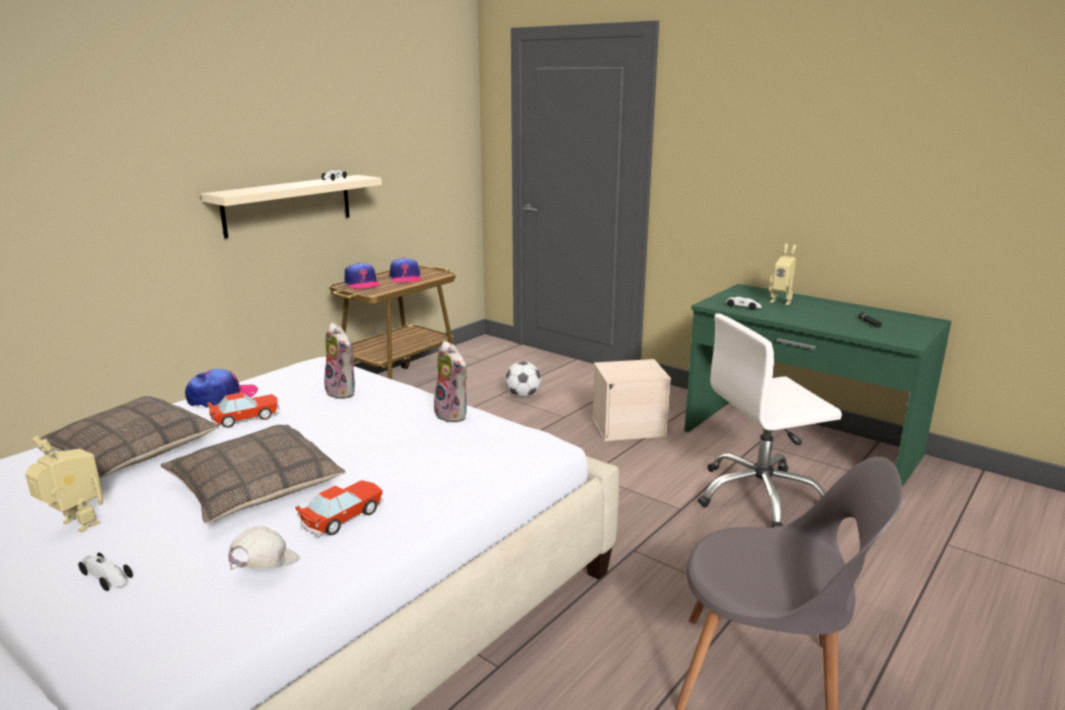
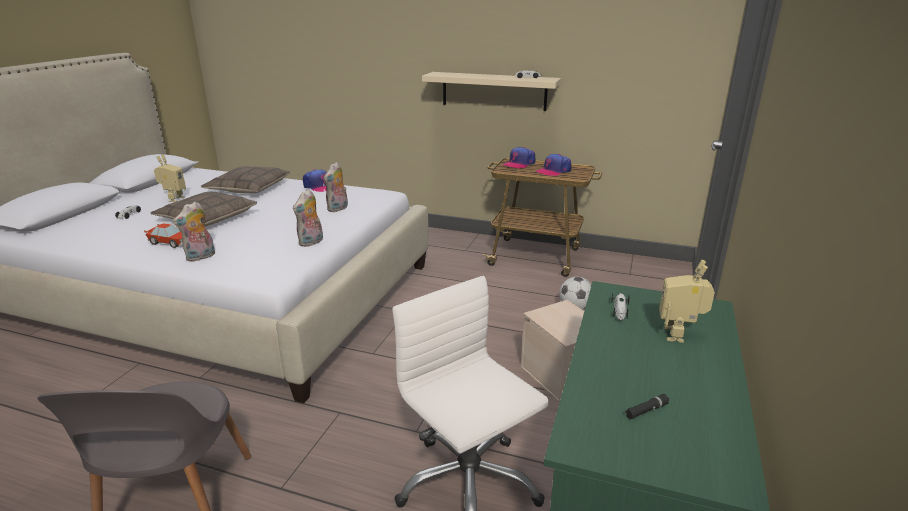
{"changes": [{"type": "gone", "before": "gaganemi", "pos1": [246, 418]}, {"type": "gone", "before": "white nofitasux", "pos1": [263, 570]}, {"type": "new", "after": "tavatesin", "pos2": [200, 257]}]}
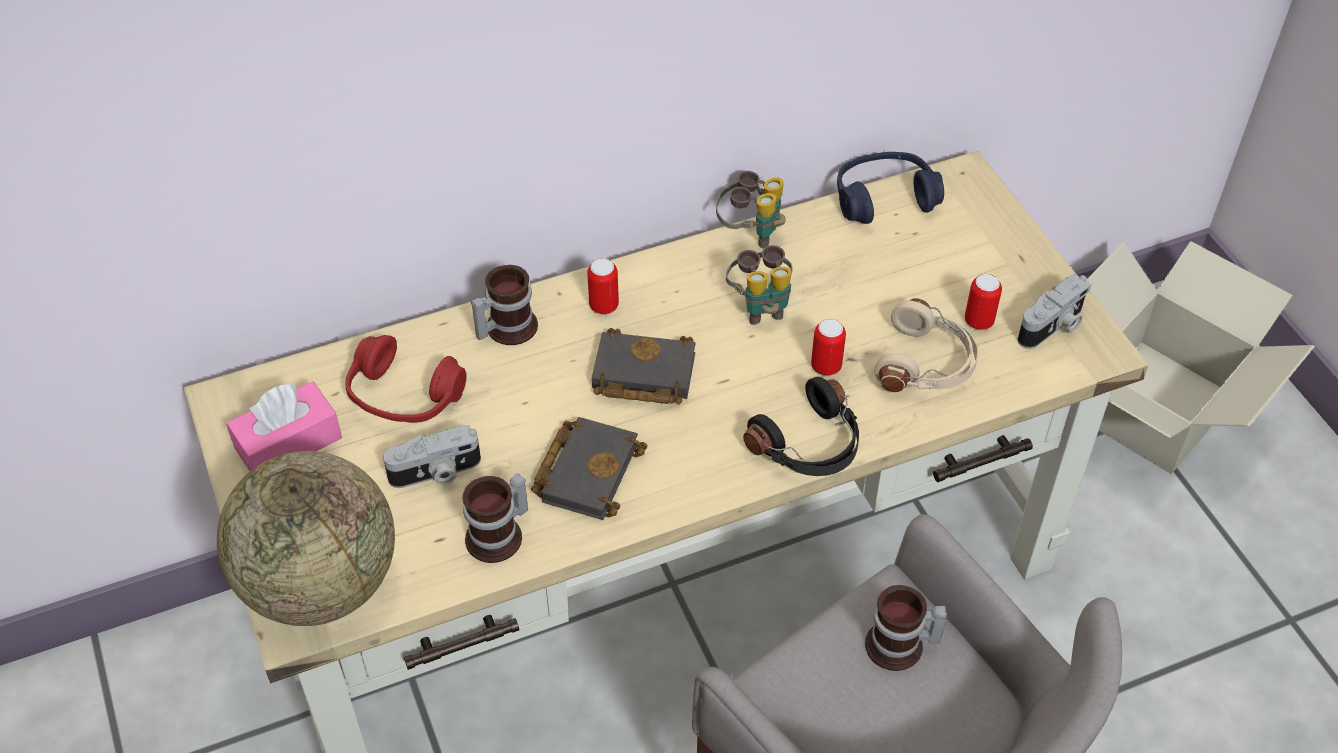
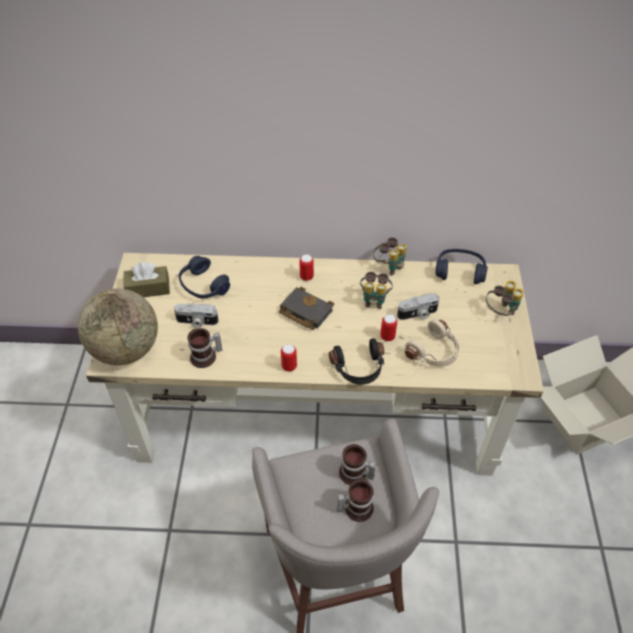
{"changes": [{"type": "repainted", "before": "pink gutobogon", "after": "brown gutobogon", "pos1": [288, 443], "pos2": [148, 288]}, {"type": "repainted", "before": "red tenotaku", "after": "blue tenotaku", "pos1": [404, 396], "pos2": [203, 286]}, {"type": "shifted", "before": "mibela", "pos1": [506, 327], "pos2": [355, 507]}, {"type": "gone", "before": "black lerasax", "pos1": [587, 470]}, {"type": "shifted", "before": "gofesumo", "pos1": [978, 321], "pos2": [289, 366]}, {"type": "shifted", "before": "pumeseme", "pos1": [1053, 326], "pos2": [418, 314]}, {"type": "new", "after": "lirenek", "pos2": [500, 312]}]}
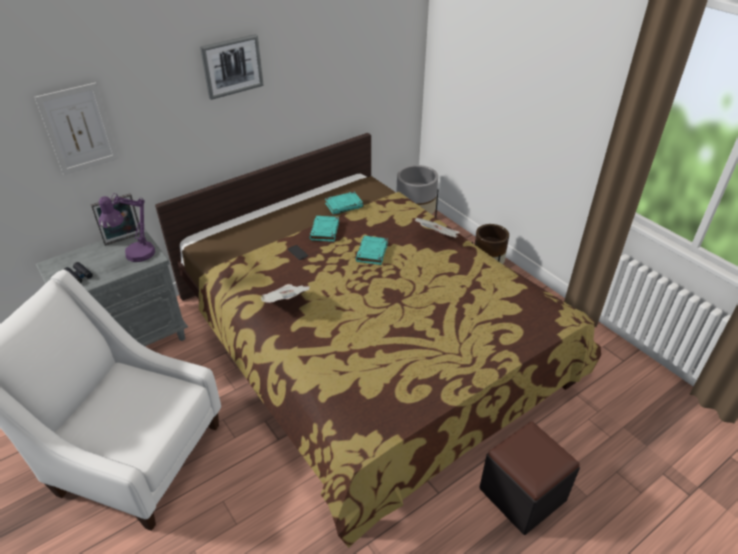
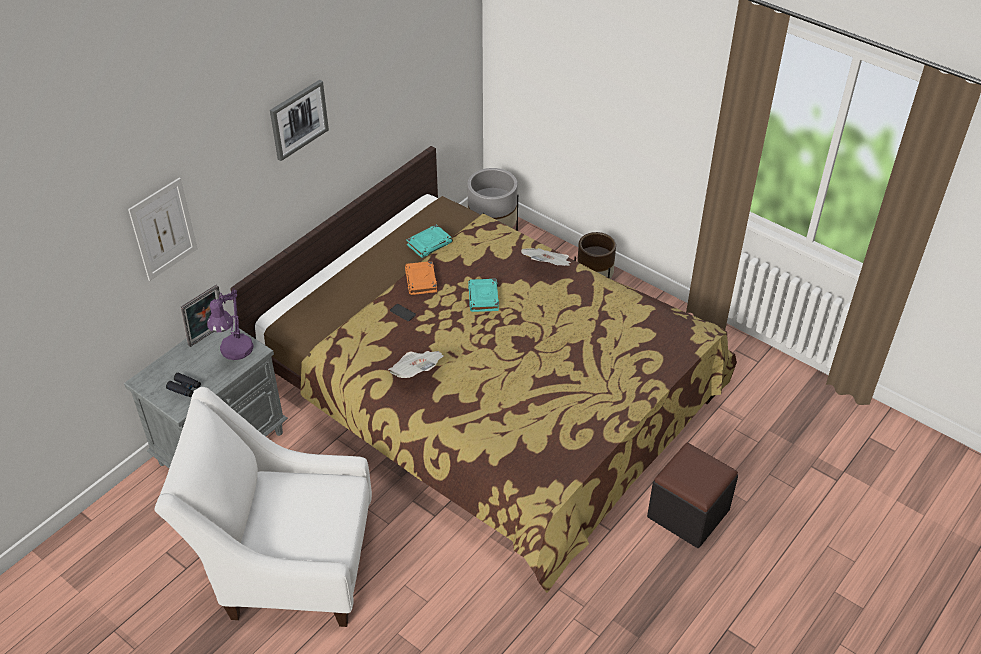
{"changes": [{"type": "repainted", "before": "turquoise lerasax", "after": "orange lerasax", "pos1": [325, 231], "pos2": [421, 281]}]}
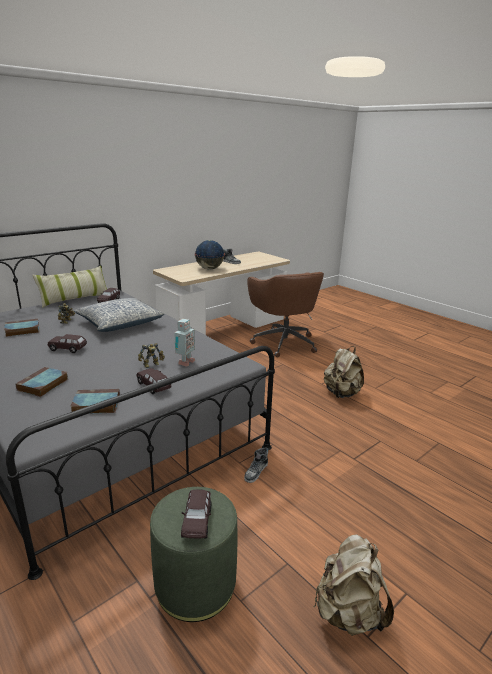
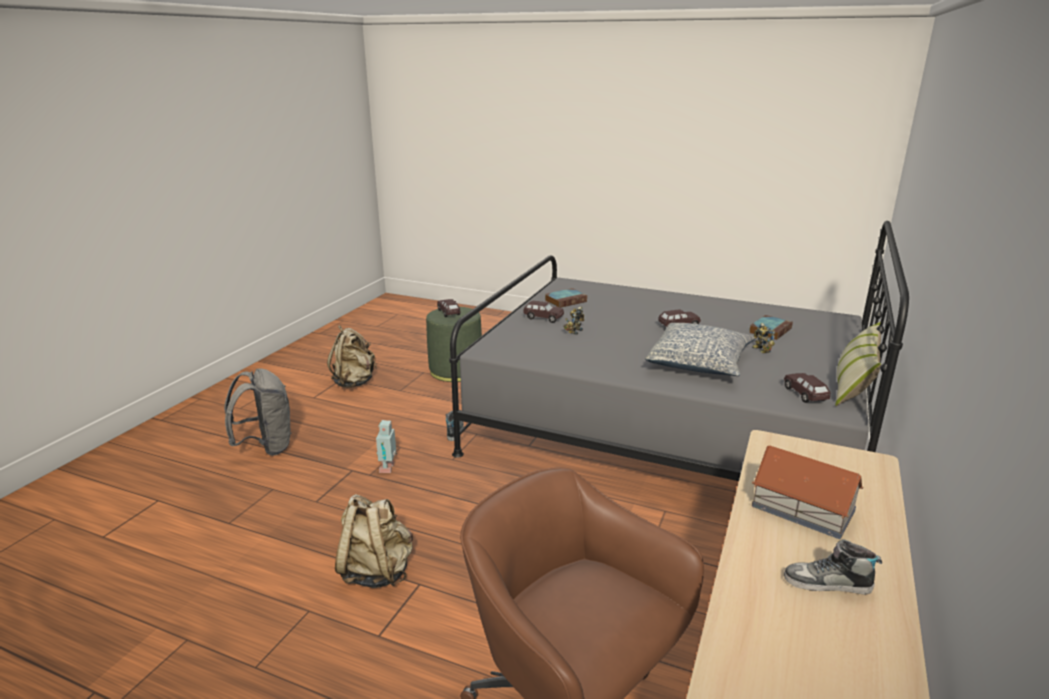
{"changes": [{"type": "gone", "before": "lerasax", "pos1": [42, 385]}, {"type": "shifted", "before": "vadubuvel", "pos1": [185, 362], "pos2": [388, 468]}, {"type": "swapped", "before": "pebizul", "after": "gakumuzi", "pos1": [209, 268], "pos2": [803, 509]}, {"type": "new", "after": "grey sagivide", "pos2": [266, 447]}]}
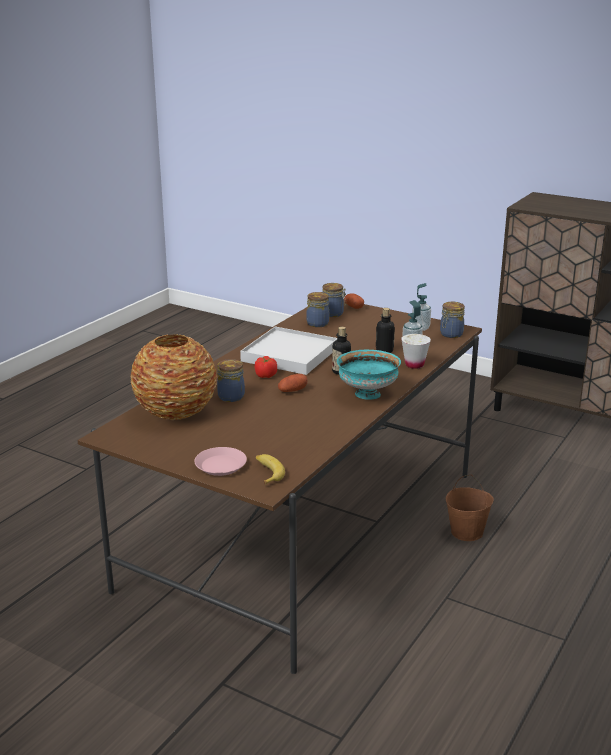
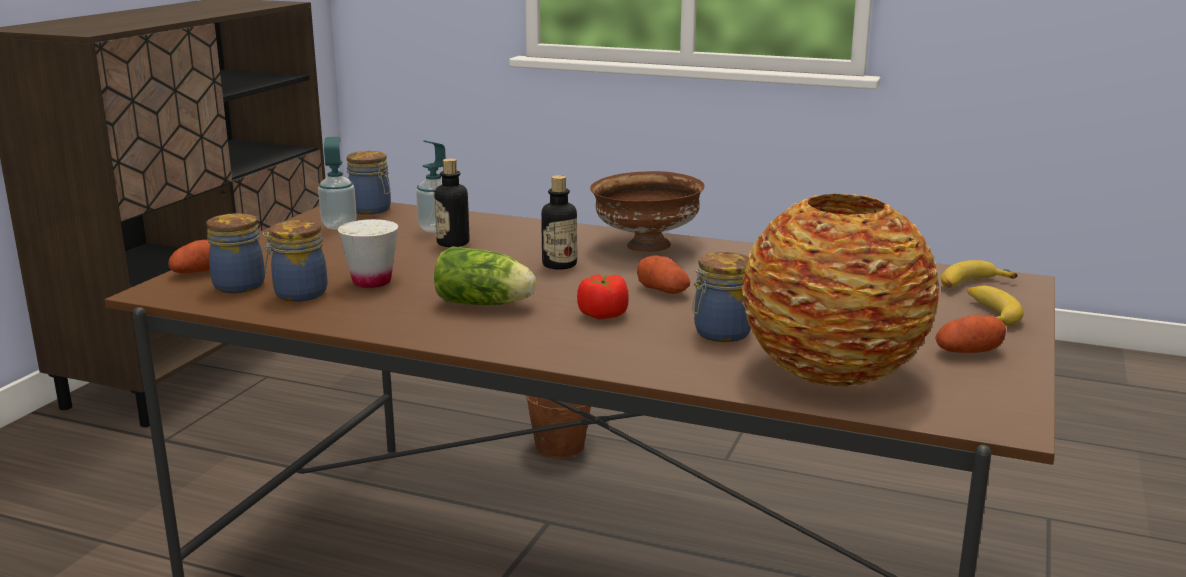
{"changes": [{"type": "swapped", "before": "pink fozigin", "after": "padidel", "pos1": [220, 465], "pos2": [988, 314]}, {"type": "swapped", "before": "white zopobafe", "after": "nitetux", "pos1": [290, 354], "pos2": [486, 304]}, {"type": "repainted", "before": "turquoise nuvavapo", "after": "brown nuvavapo", "pos1": [367, 394], "pos2": [646, 246]}, {"type": "shifted", "before": "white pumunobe", "pos1": [414, 365], "pos2": [372, 282]}, {"type": "new", "after": "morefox", "pos2": [968, 352]}]}
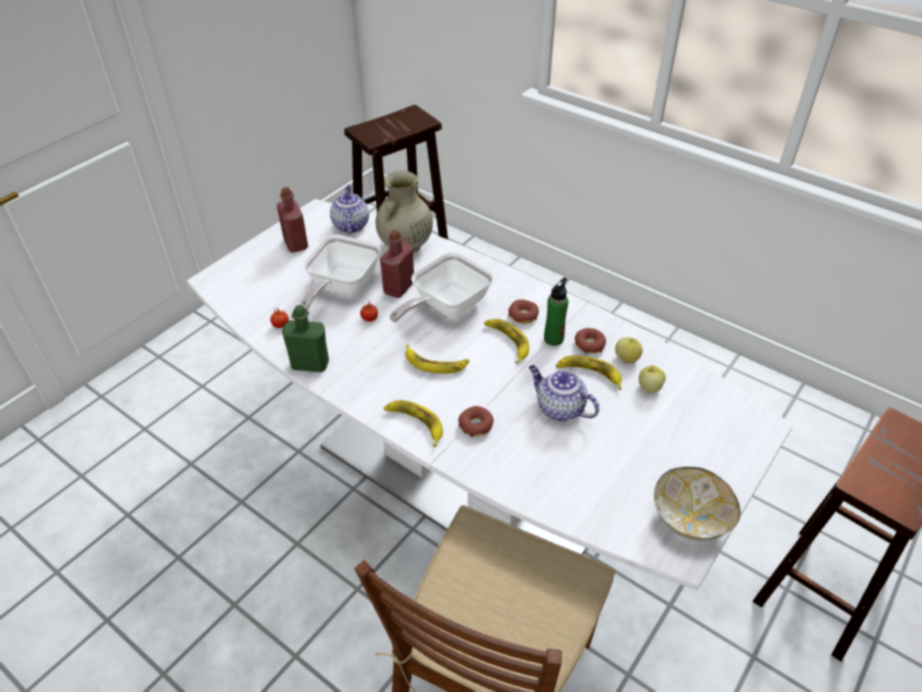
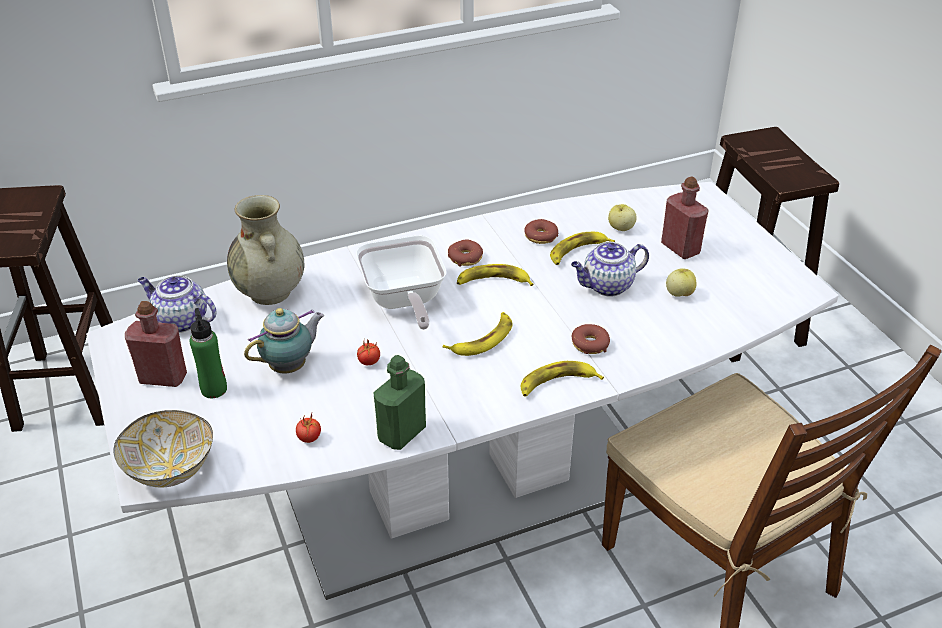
{"changes": [{"type": "swapped", "before": "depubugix", "after": "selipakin", "pos1": [341, 287], "pos2": [290, 366]}, {"type": "shifted", "before": "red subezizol", "pos1": [399, 288], "pos2": [680, 248]}, {"type": "shifted", "before": "green subezizol", "pos1": [553, 338], "pos2": [214, 389]}, {"type": "shifted", "before": "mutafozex", "pos1": [627, 358], "pos2": [679, 293]}, {"type": "shifted", "before": "nuvavapo", "pos1": [690, 521], "pos2": [171, 470]}]}
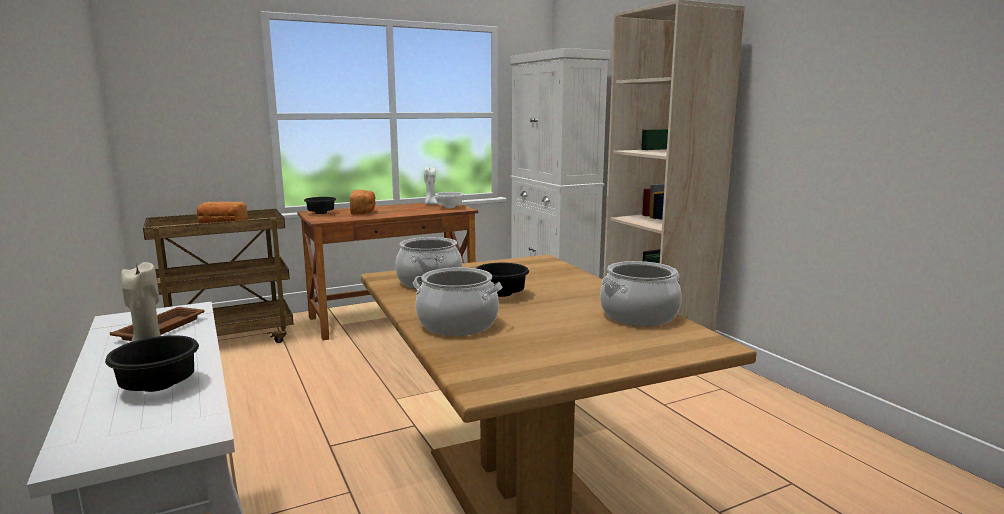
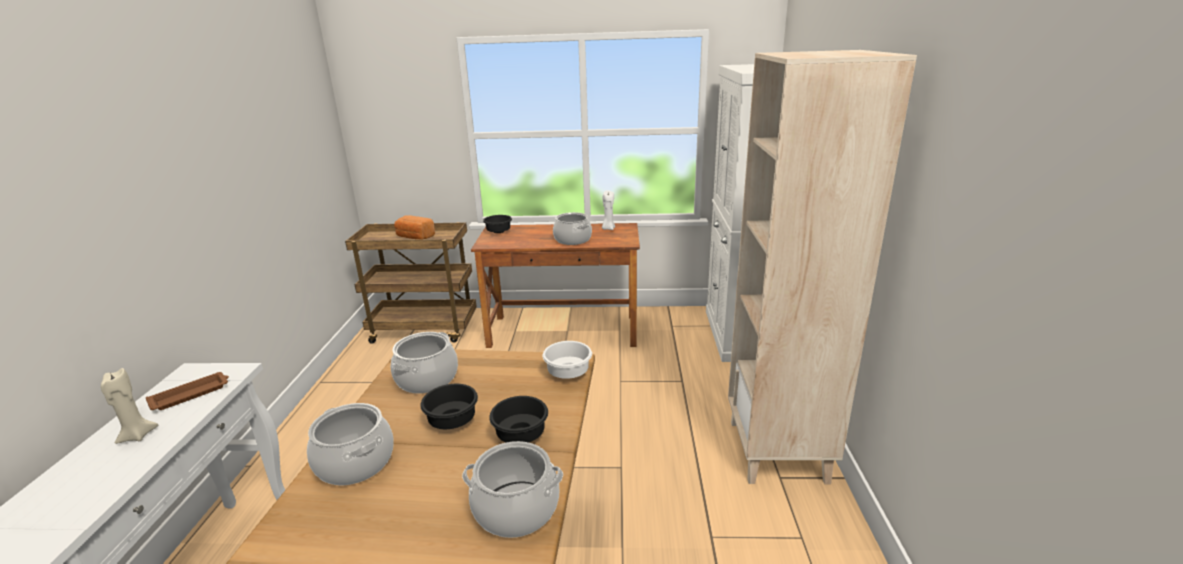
{"changes": [{"type": "shifted", "before": "black nuvavapo", "pos1": [161, 386], "pos2": [522, 436]}, {"type": "gone", "before": "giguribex", "pos1": [363, 212]}, {"type": "shifted", "before": "white nuvavapo", "pos1": [449, 207], "pos2": [567, 372]}, {"type": "new", "after": "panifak", "pos2": [573, 240]}]}
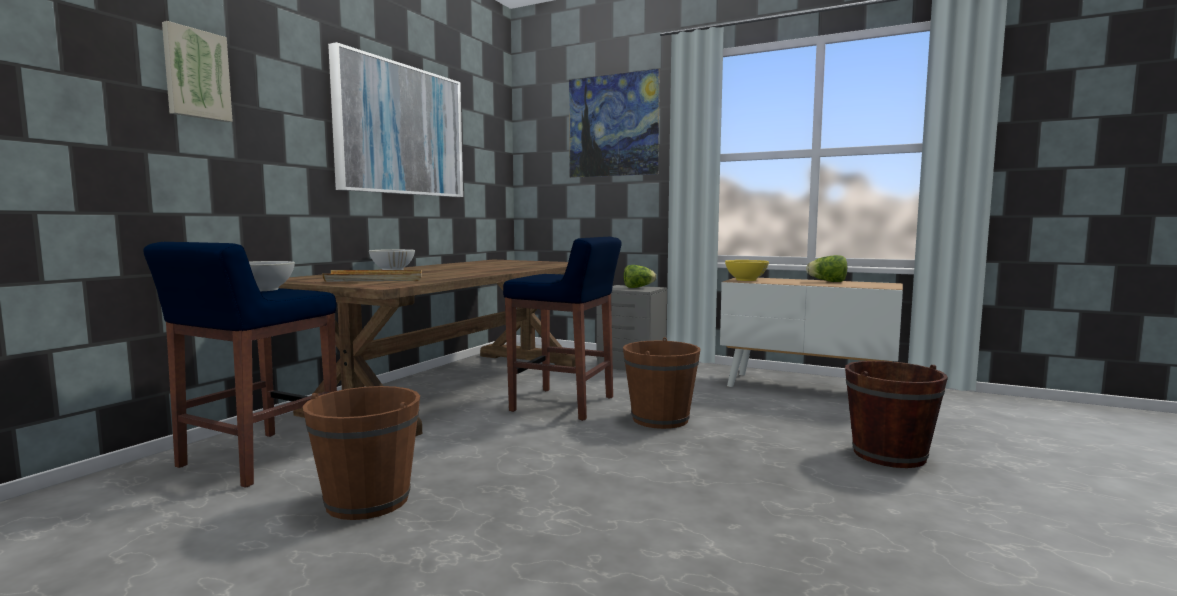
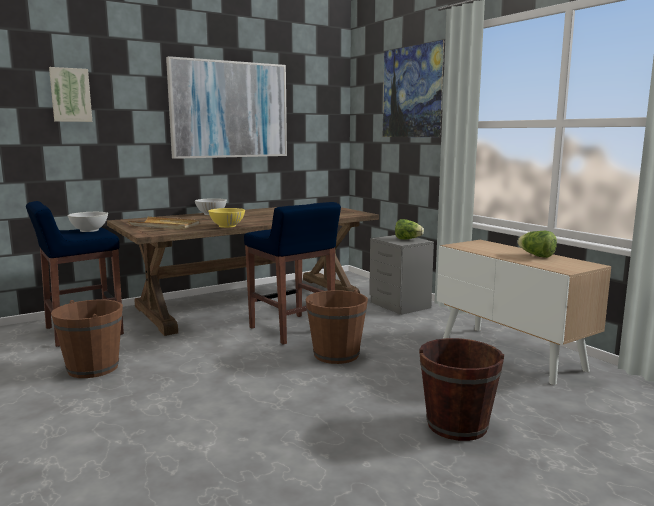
{"changes": [{"type": "shifted", "before": "yellow nuvavapo", "pos1": [745, 280], "pos2": [227, 226]}]}
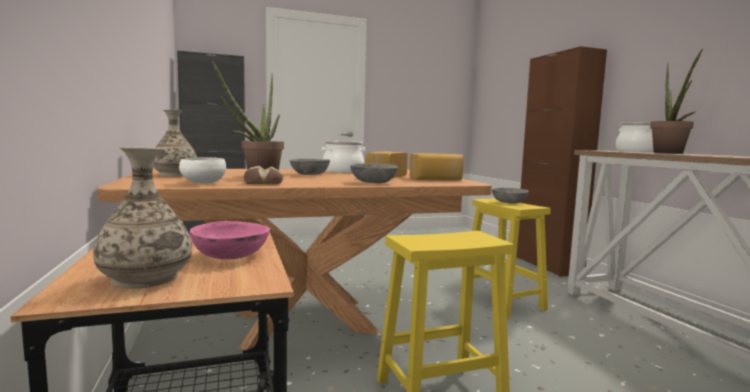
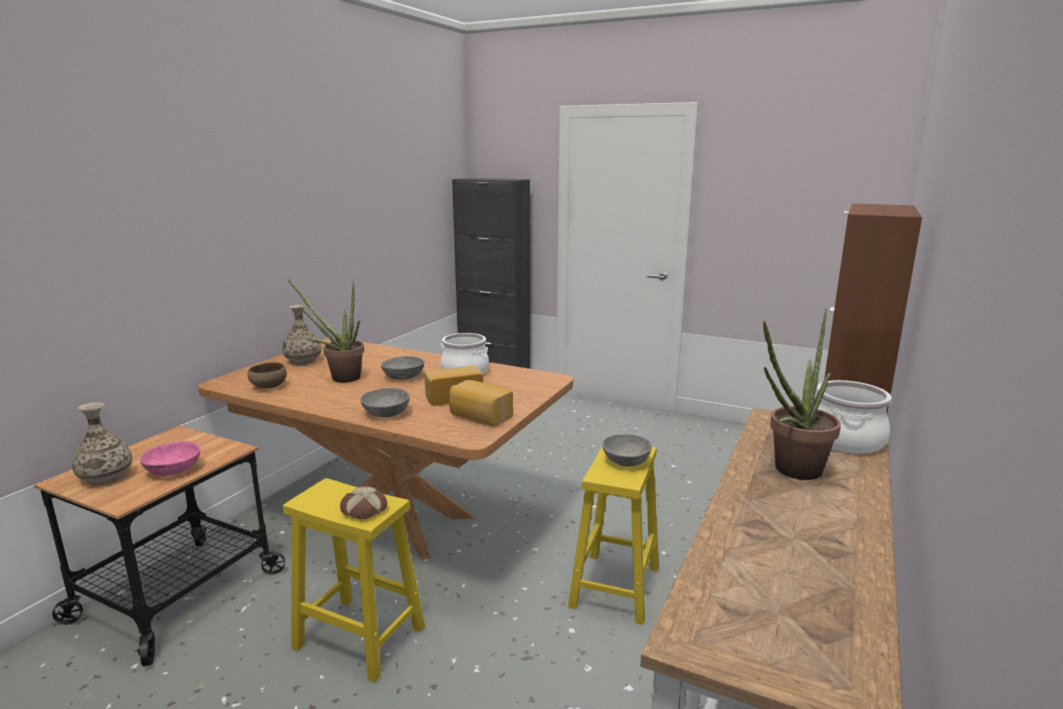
{"changes": [{"type": "repainted", "before": "white nuvavapo", "after": "brown nuvavapo", "pos1": [203, 183], "pos2": [268, 387]}, {"type": "shifted", "before": "giguribex", "pos1": [263, 183], "pos2": [363, 509]}]}
